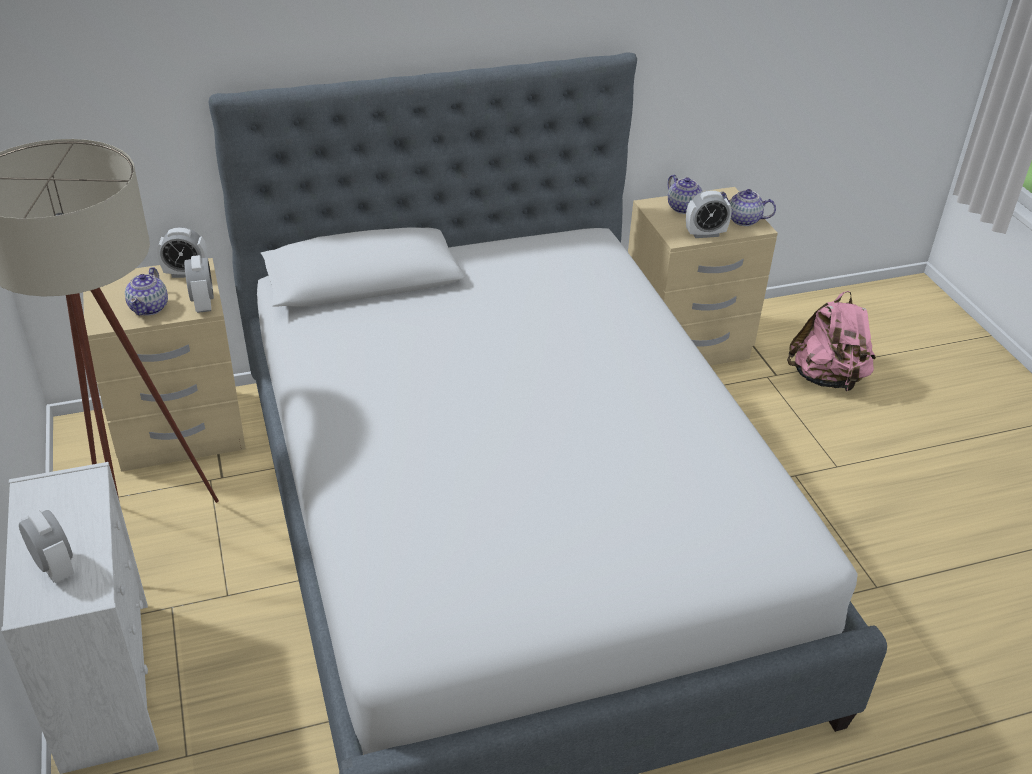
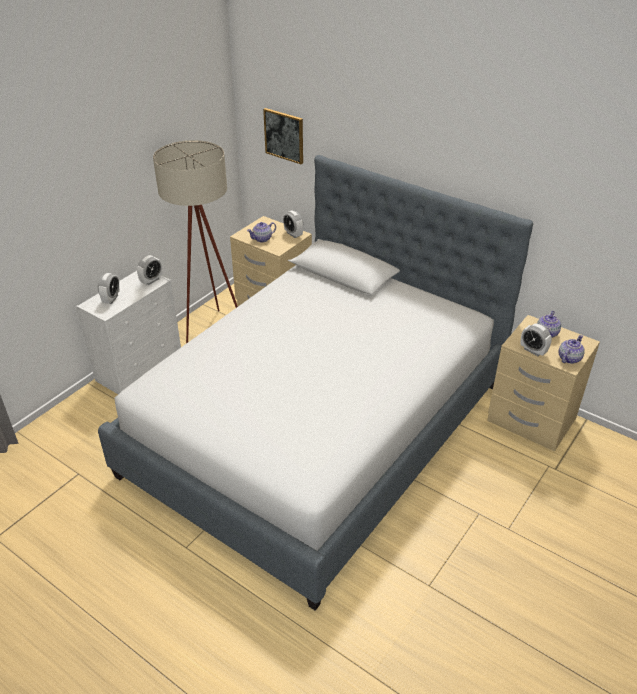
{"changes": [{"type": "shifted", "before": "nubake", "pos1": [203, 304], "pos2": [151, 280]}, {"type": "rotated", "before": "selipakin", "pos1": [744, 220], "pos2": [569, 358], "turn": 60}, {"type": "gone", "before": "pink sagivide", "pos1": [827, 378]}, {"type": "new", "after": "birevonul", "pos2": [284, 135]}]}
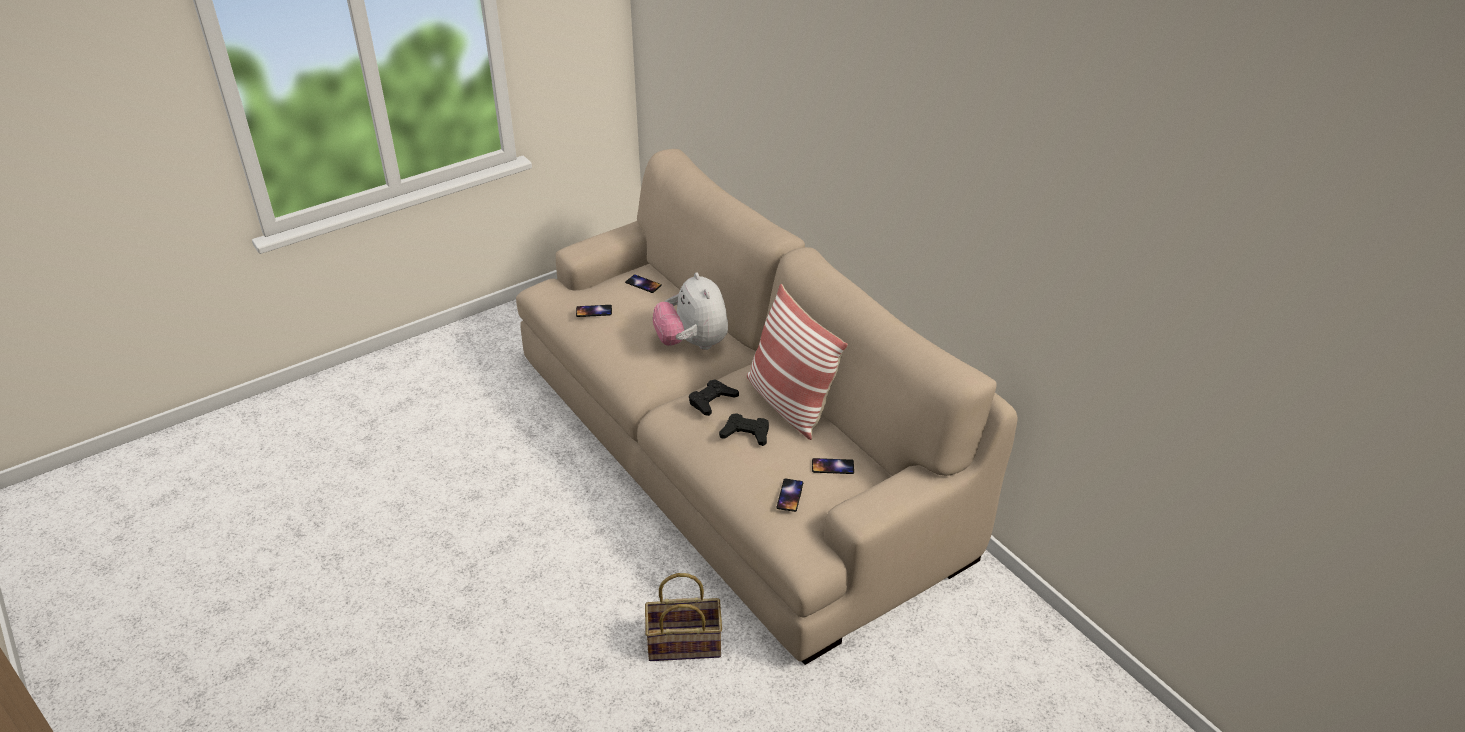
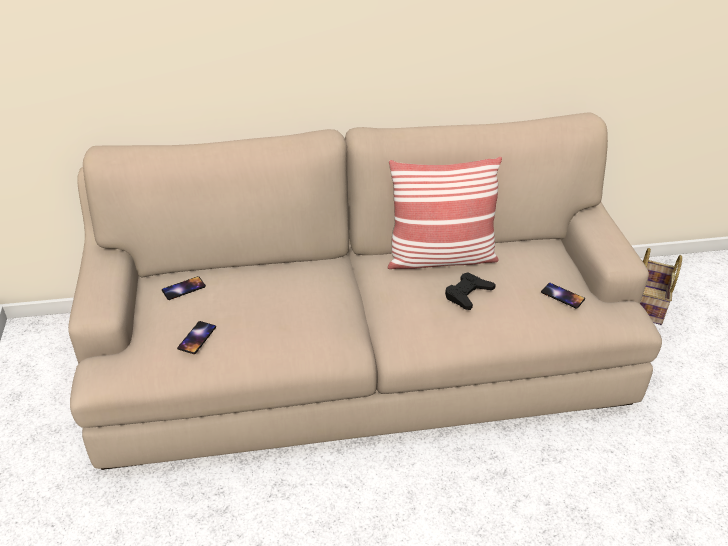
{"changes": [{"type": "shifted", "before": "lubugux", "pos1": [686, 642], "pos2": [647, 303]}, {"type": "gone", "before": "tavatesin", "pos1": [692, 343]}, {"type": "gone", "before": "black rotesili", "pos1": [712, 401]}, {"type": "gone", "before": "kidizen", "pos1": [832, 466]}]}
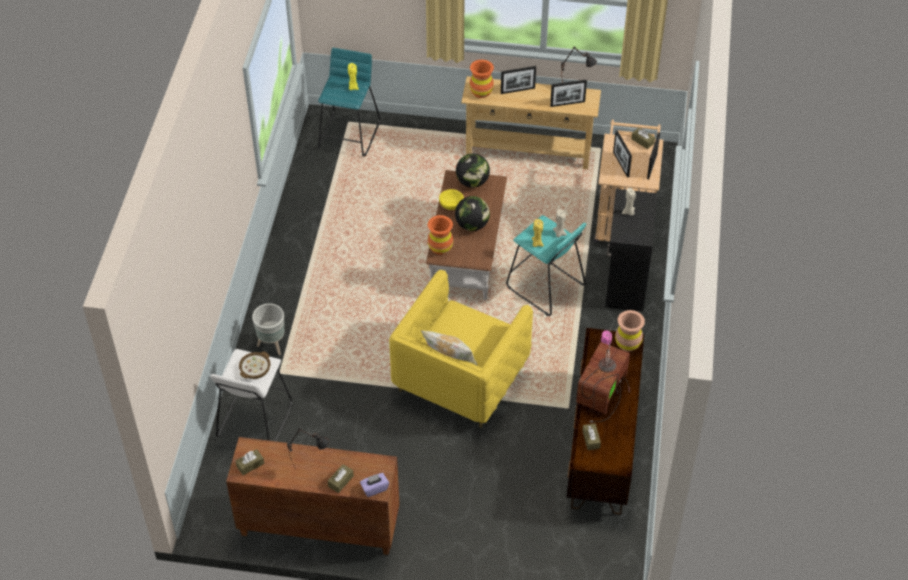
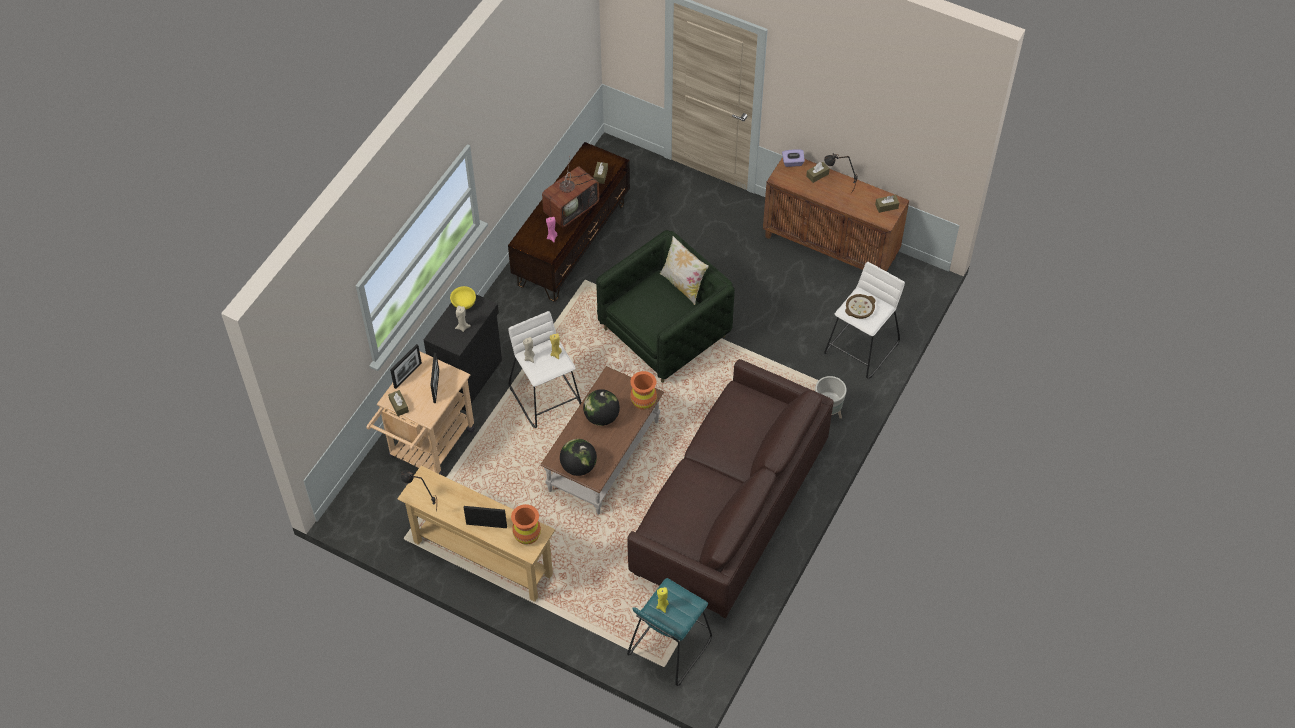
{"changes": [{"type": "repainted", "before": "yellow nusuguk", "after": "green nusuguk", "pos1": [461, 377], "pos2": [664, 333]}, {"type": "shifted", "before": "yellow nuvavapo", "pos1": [451, 205], "pos2": [463, 303]}, {"type": "repainted", "before": "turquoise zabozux", "after": "white zabozux", "pos1": [545, 287], "pos2": [546, 396]}, {"type": "gone", "before": "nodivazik", "pos1": [567, 103]}, {"type": "gone", "before": "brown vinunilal", "pos1": [627, 344]}, {"type": "new", "after": "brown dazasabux", "pos2": [729, 509]}]}
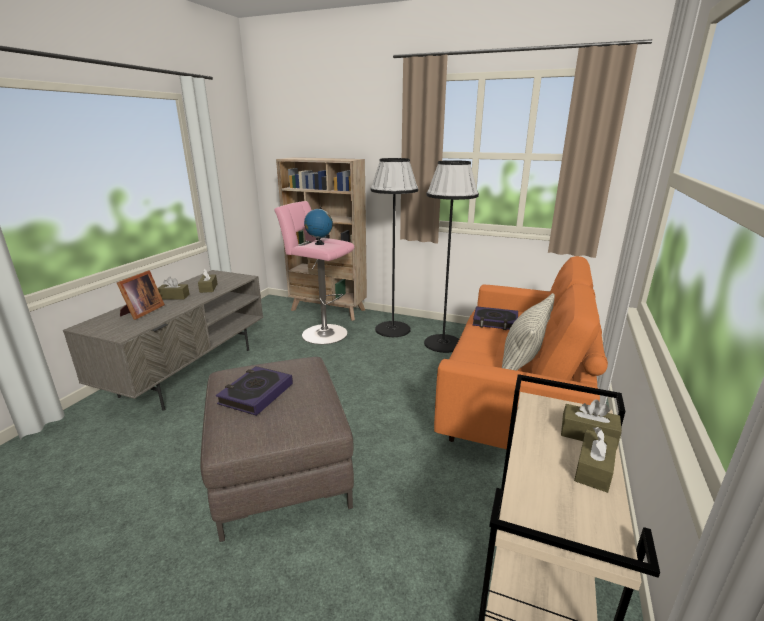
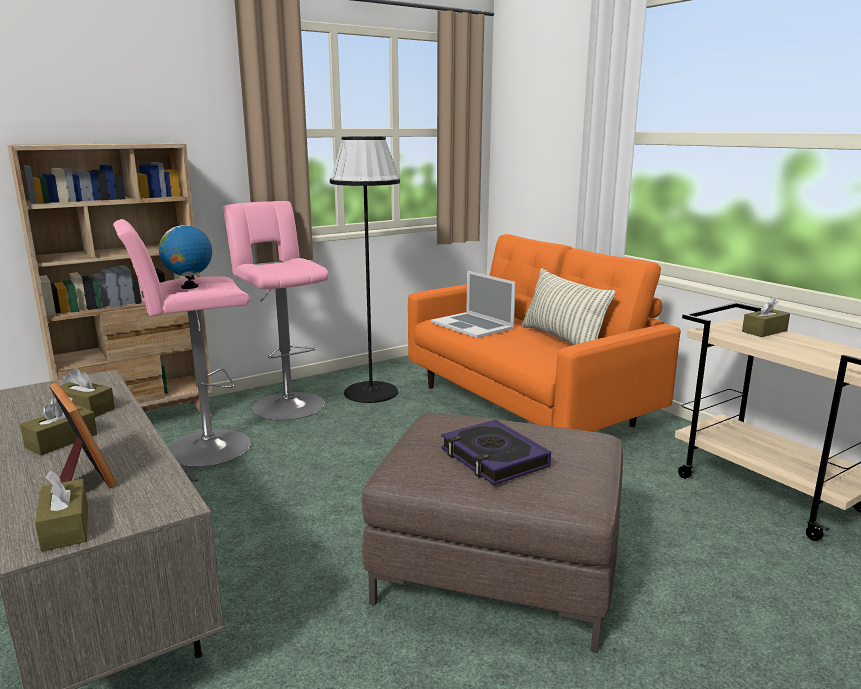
{"changes": [{"type": "swapped", "before": "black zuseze", "after": "pink zabozux", "pos1": [393, 329], "pos2": [286, 404]}, {"type": "swapped", "before": "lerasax", "after": "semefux", "pos1": [495, 322], "pos2": [472, 325]}, {"type": "shifted", "before": "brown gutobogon", "pos1": [594, 469], "pos2": [65, 527]}]}
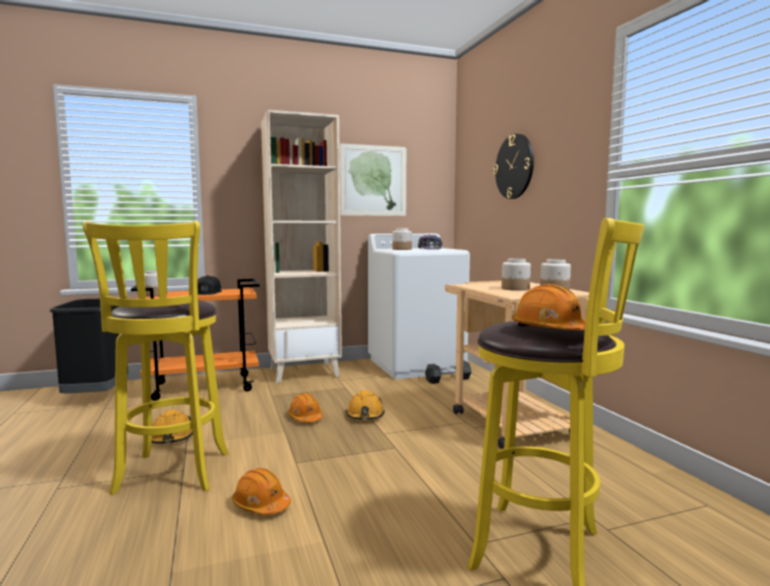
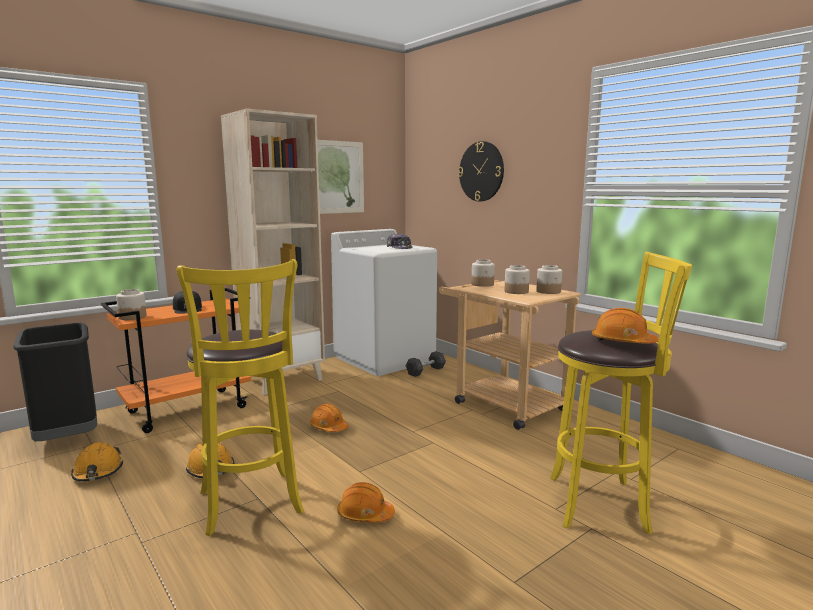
{"changes": [{"type": "shifted", "before": "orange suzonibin", "pos1": [365, 415], "pos2": [98, 472]}, {"type": "shifted", "before": "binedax", "pos1": [402, 249], "pos2": [482, 284]}]}
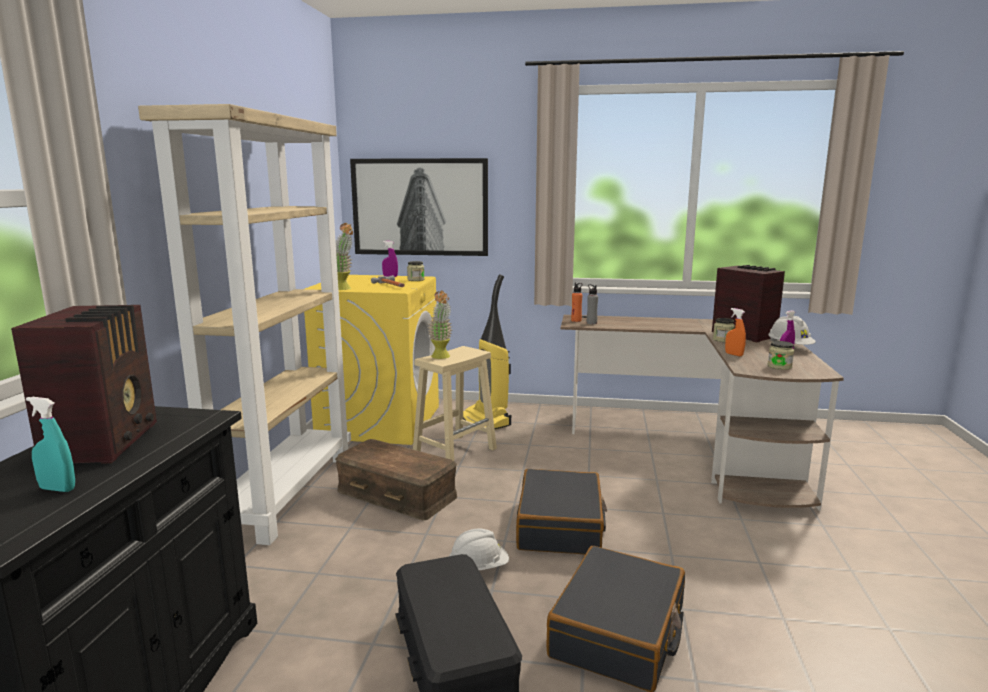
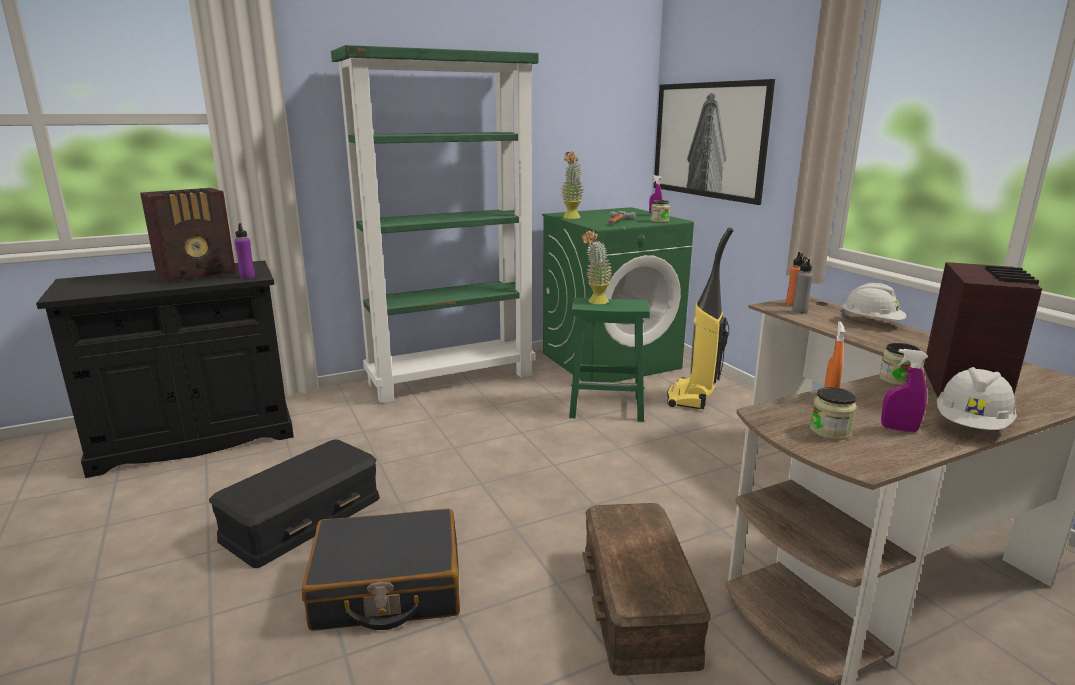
{"changes": [{"type": "gone", "before": "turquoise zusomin", "pos1": [57, 489]}, {"type": "repainted", "before": "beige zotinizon", "after": "green zotinizon", "pos1": [285, 492], "pos2": [452, 379]}, {"type": "repainted", "before": "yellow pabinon", "after": "green pabinon", "pos1": [379, 421], "pos2": [611, 360]}, {"type": "shifted", "before": "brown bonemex", "pos1": [397, 493], "pos2": [640, 603]}, {"type": "repainted", "before": "beige zabozux", "after": "green zabozux", "pos1": [455, 451], "pos2": [608, 407]}, {"type": "shifted", "before": "white suzonibin", "pos1": [478, 568], "pos2": [871, 322]}, {"type": "gone", "before": "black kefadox", "pos1": [560, 526]}, {"type": "new", "after": "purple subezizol", "pos2": [247, 276]}]}
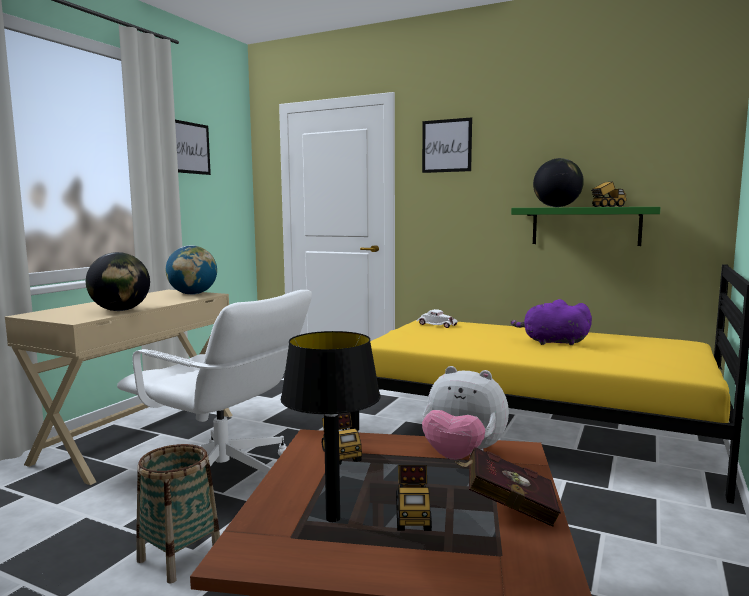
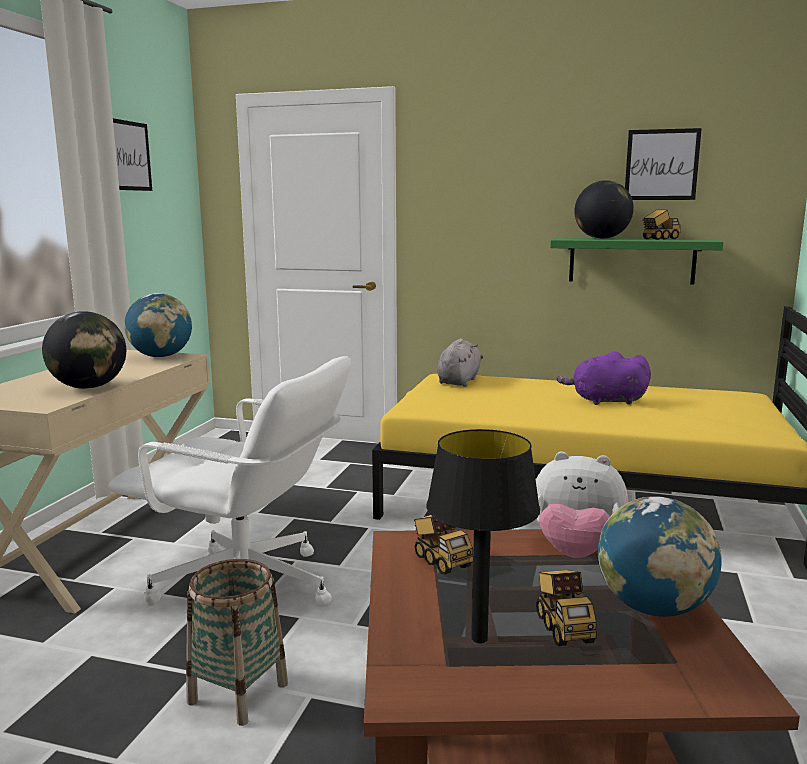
{"changes": [{"type": "swapped", "before": "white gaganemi", "after": "grey tavatesin", "pos1": [436, 324], "pos2": [459, 381]}, {"type": "shifted", "before": "birevonul", "pos1": [446, 146], "pos2": [661, 165]}, {"type": "swapped", "before": "red lerasax", "after": "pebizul", "pos1": [506, 507], "pos2": [653, 607]}]}
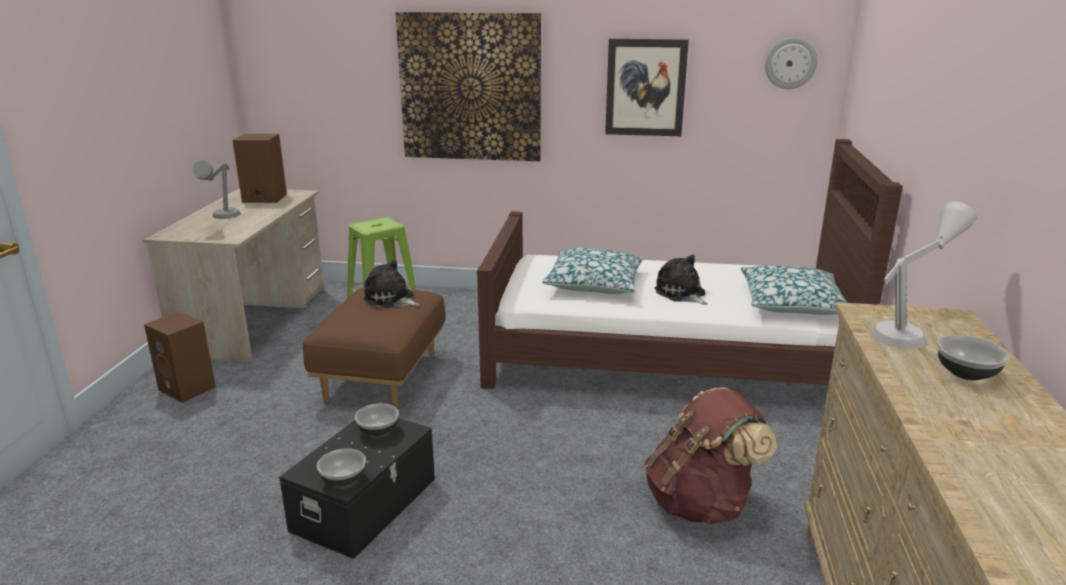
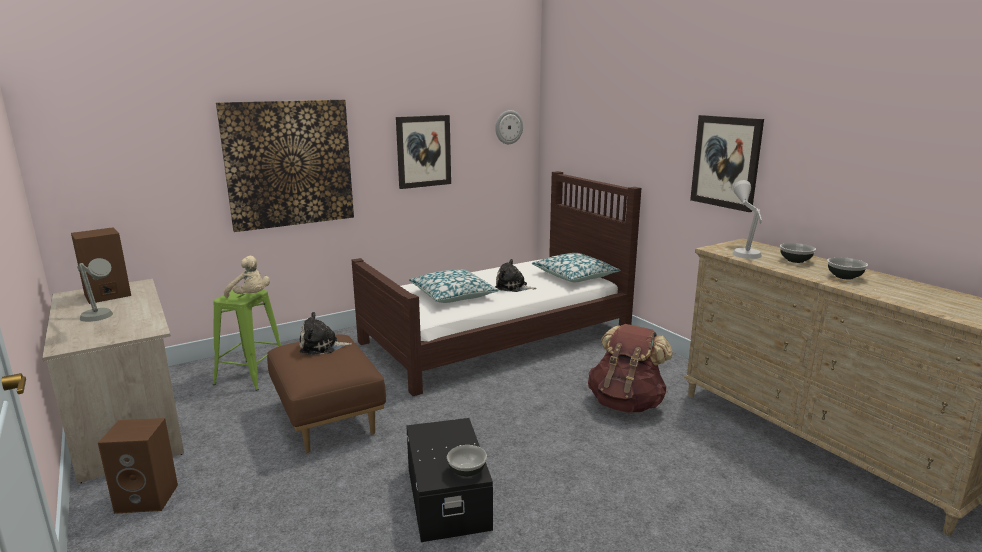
{"changes": [{"type": "shifted", "before": "nuvavapo", "pos1": [378, 430], "pos2": [845, 277]}, {"type": "new", "after": "beige tavatesin", "pos2": [250, 296]}, {"type": "new", "after": "birevonul", "pos2": [726, 162]}]}
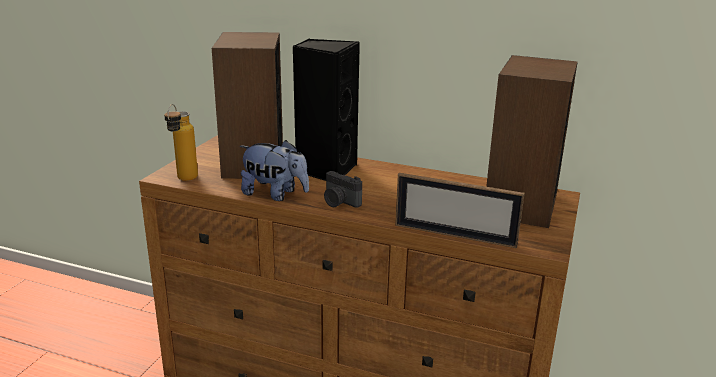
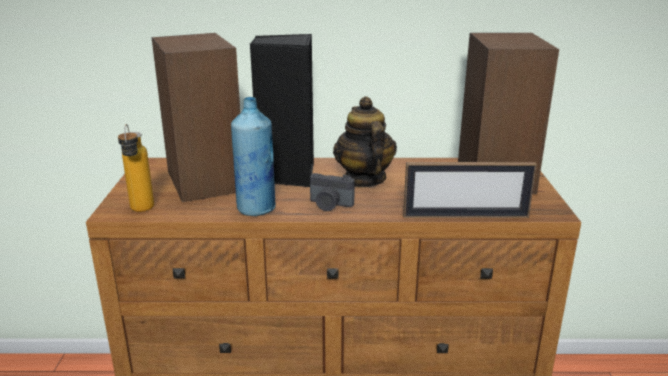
{"changes": [{"type": "swapped", "before": "tavatesin", "after": "blue subezizol", "pos1": [275, 194], "pos2": [256, 209]}, {"type": "new", "after": "selipakin", "pos2": [364, 180]}]}
